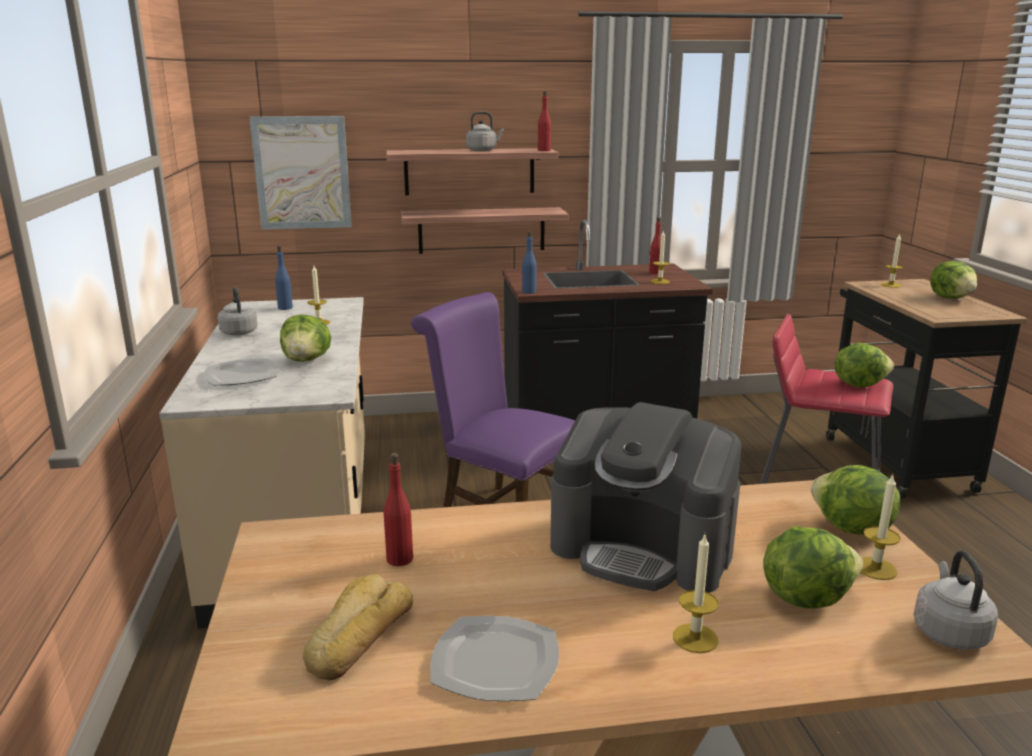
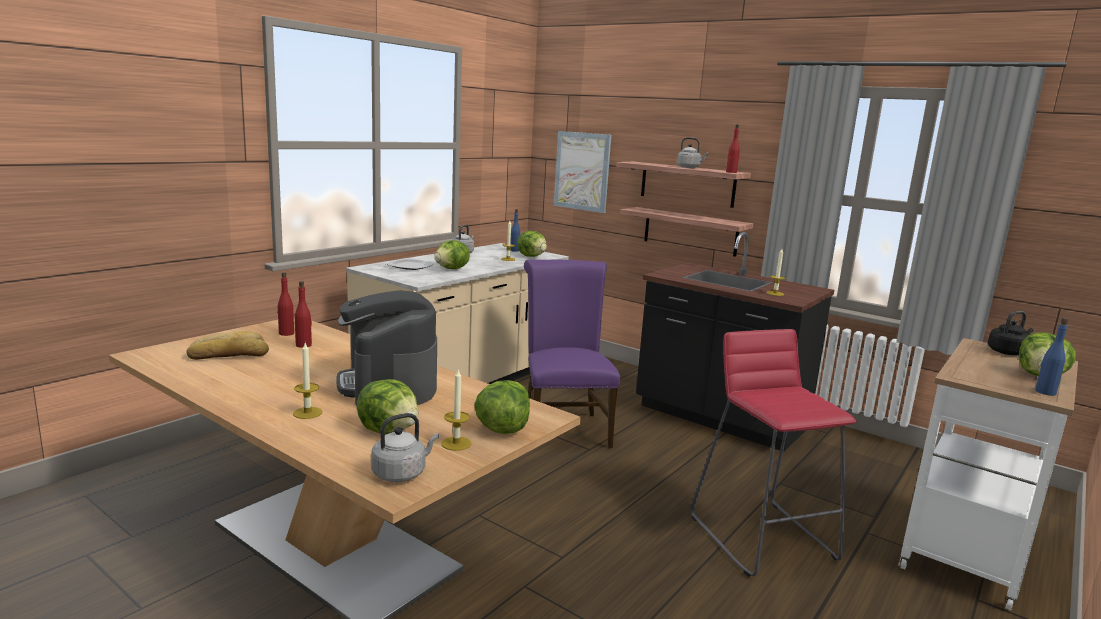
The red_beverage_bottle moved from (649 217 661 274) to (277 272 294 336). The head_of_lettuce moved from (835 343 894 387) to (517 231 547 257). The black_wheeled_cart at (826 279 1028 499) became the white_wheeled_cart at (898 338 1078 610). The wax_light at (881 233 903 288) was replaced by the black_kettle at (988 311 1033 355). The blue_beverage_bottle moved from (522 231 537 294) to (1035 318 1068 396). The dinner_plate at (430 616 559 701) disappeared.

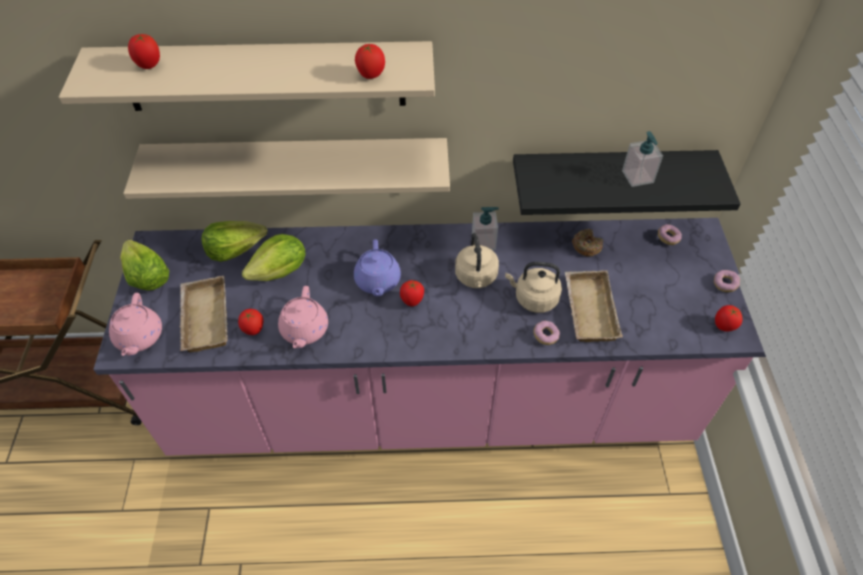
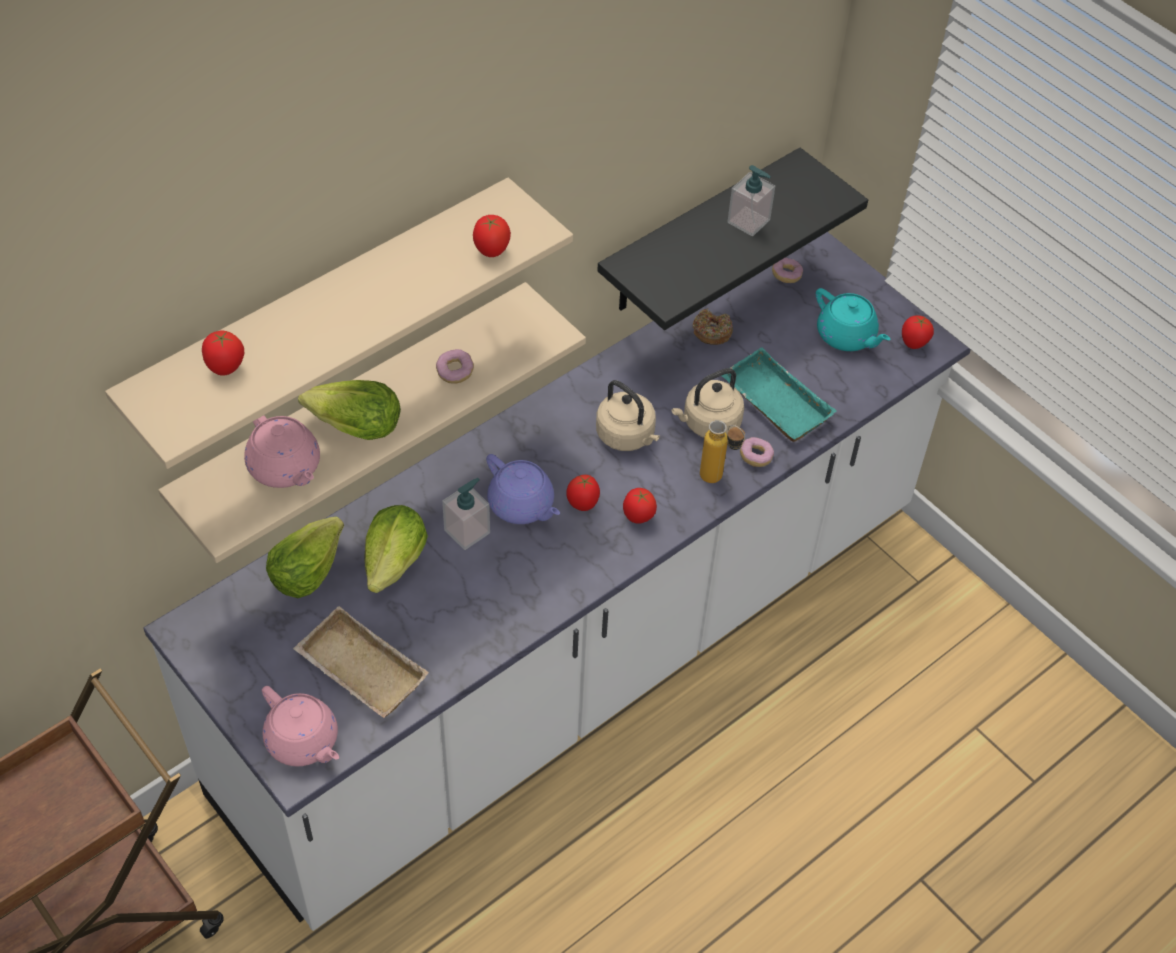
The pink_kitchen_base_unit at (93 218 766 456) became the white_kitchen_base_unit at (143 232 971 931). The pink_tea_pot moved from (278 286 328 348) to (244 415 320 488). The head_of_lettuce moved from (120 240 169 290) to (298 380 401 440). The donut moved from (714 270 740 292) to (436 349 474 384). The soap_bottle moved from (472 207 499 250) to (442 478 490 550). The fresh_tomato moved from (238 309 263 335) to (623 488 657 524). The beverage_bottle at (700 420 745 483) appeared. The beige-coloured_tray at (565 270 623 342) became the turquoise-coloured_tray at (722 347 836 442). The turquoise-coloured_tea_pot at (816 288 891 351) appeared.

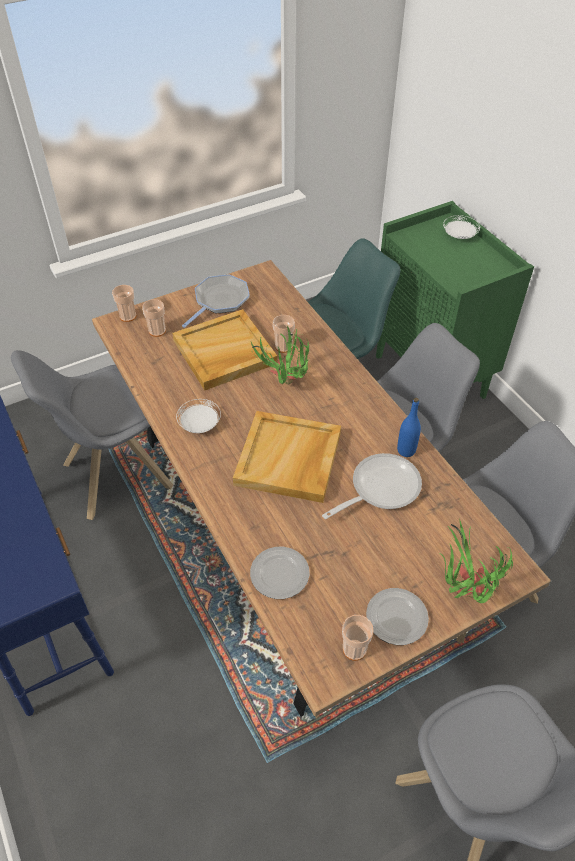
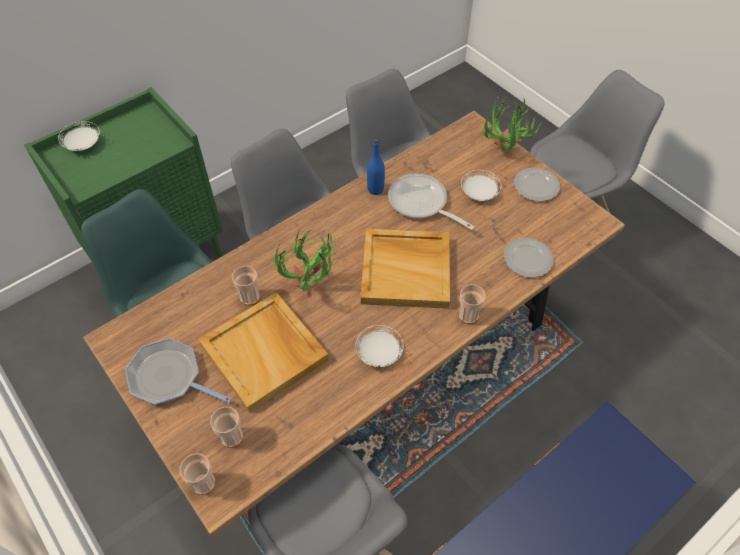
The small_cup moved from (342 615 374 661) to (458 284 486 324). The white_dinner_plate at (461 170 501 201) appeared.

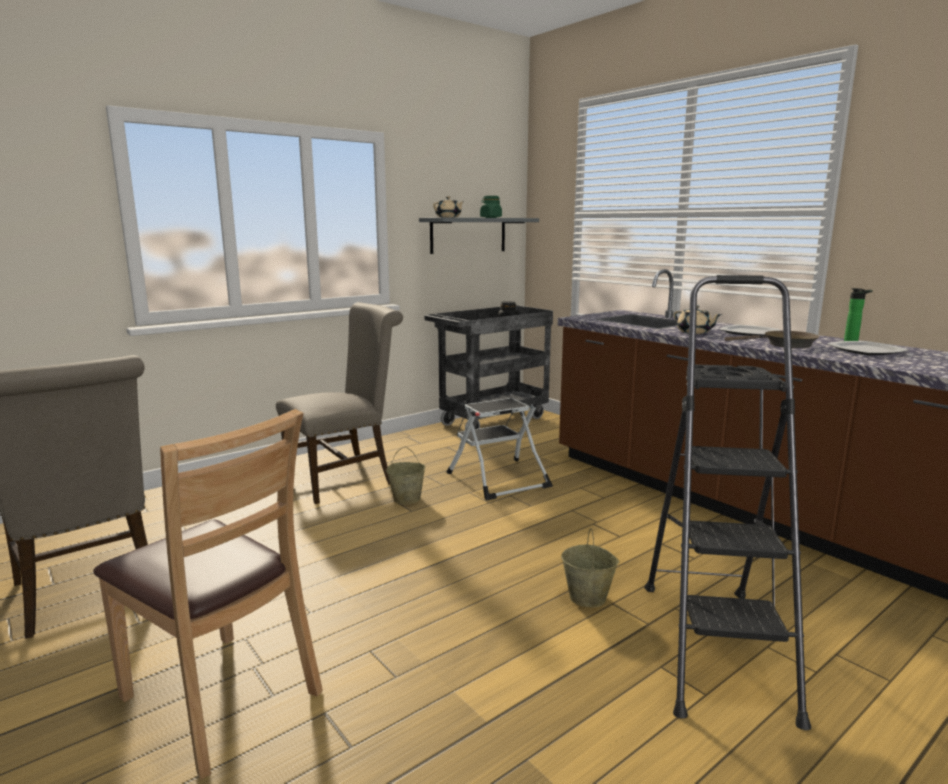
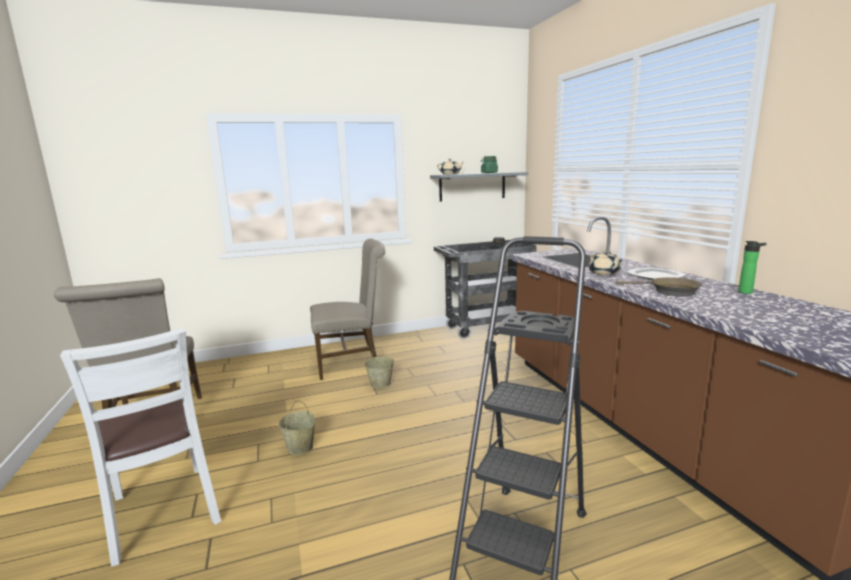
The brown-coloured_upright_chair at (93 409 323 780) became the white_upright_chair at (60 328 221 566). The beige-coloured_water_bucket moved from (561 528 619 607) to (279 401 316 455). The step_stool at (447 398 553 500) disappeared. The dinner_plate at (827 341 909 355) disappeared.

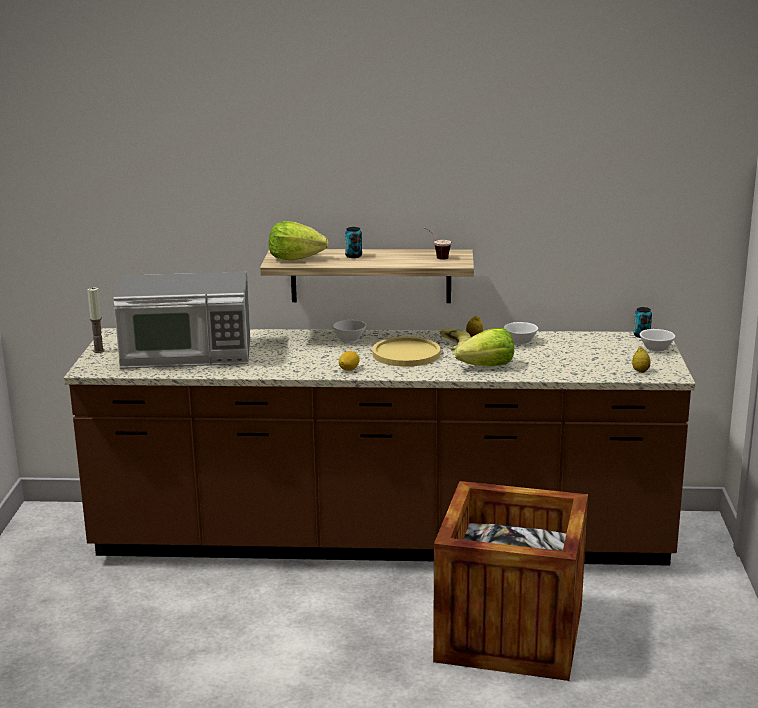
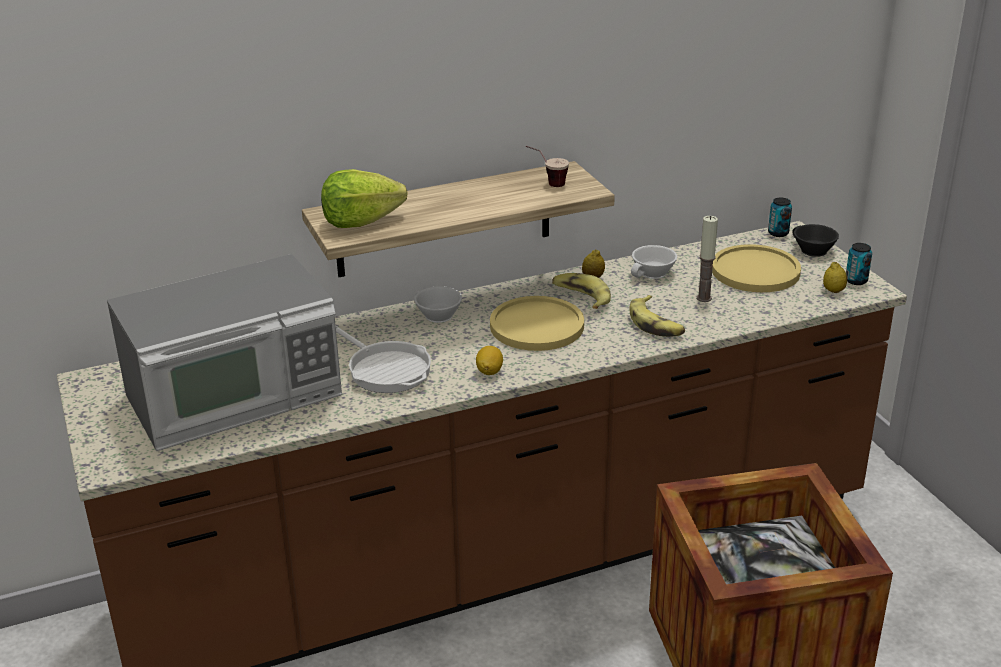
The frying_pan at (336 326 431 393) appeared. The head_of_lettuce at (455 328 514 367) was replaced by the banana_fruit at (629 295 685 337). The wax_light moved from (87 287 105 353) to (696 216 718 302). The yellow_dinner_plate at (712 244 801 292) appeared. The white_small_cup at (640 329 675 352) became the black_small_cup at (792 224 839 257). The sealed_can moved from (345 227 362 258) to (846 243 872 285).

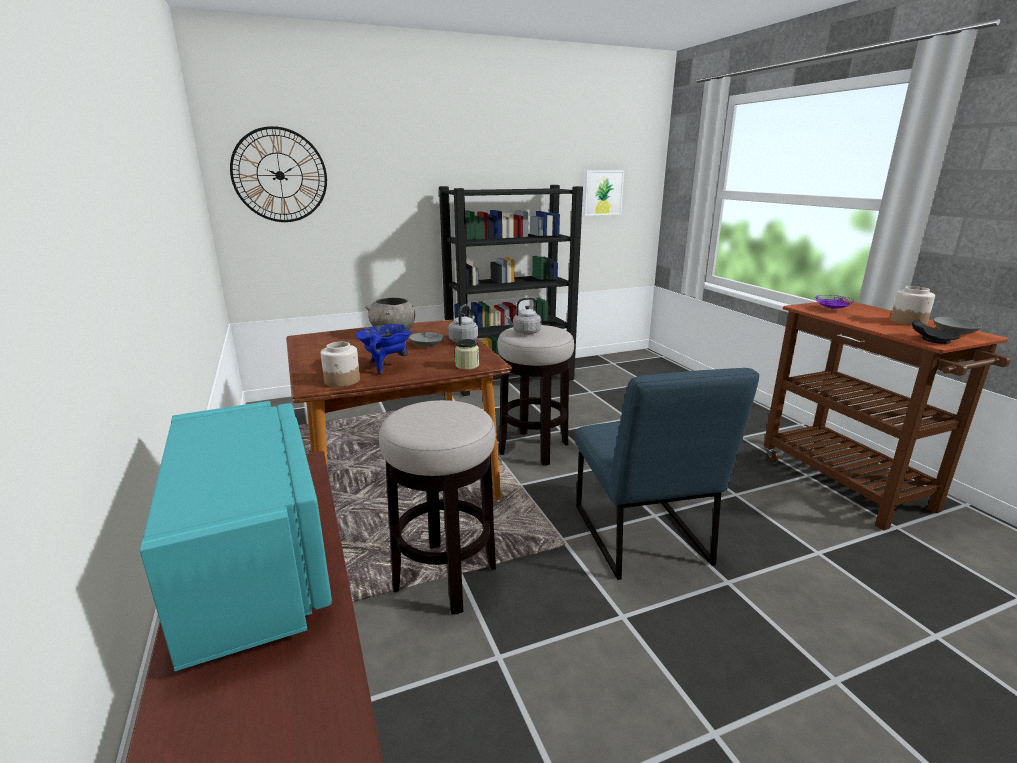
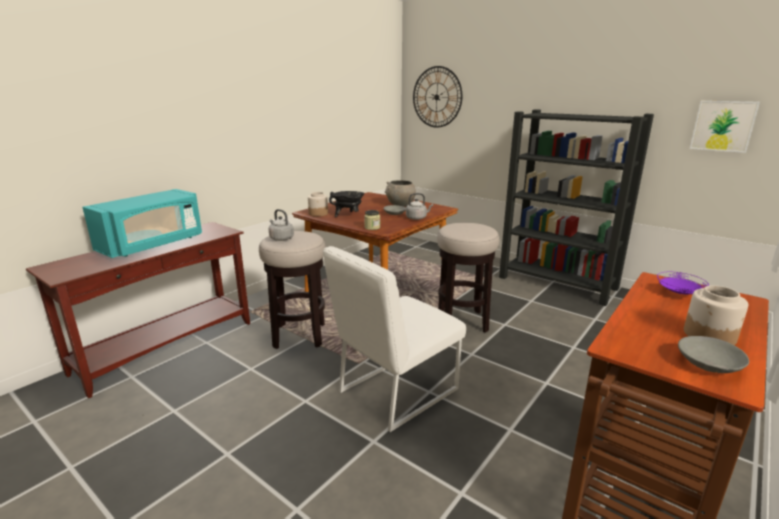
The gray_kettle moved from (505 297 542 334) to (269 209 294 241). The blue_upright_chair at (575 368 759 580) became the white_upright_chair at (323 246 466 432). The blue_saucepot at (356 324 412 375) became the black_saucepot at (329 191 364 217). The black_dinner_plate at (912 319 960 344) disappeared.

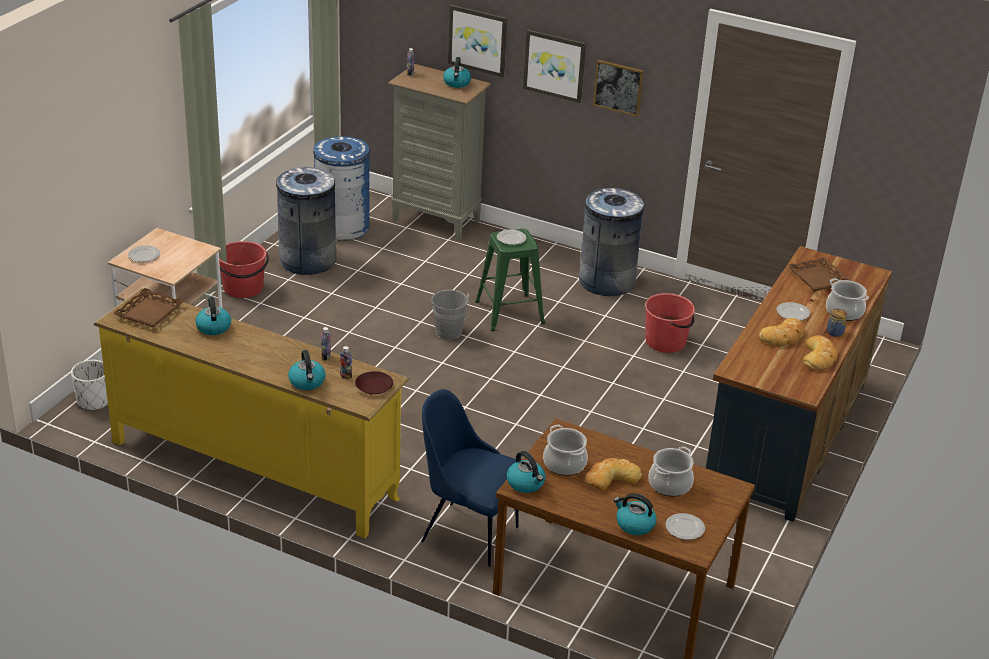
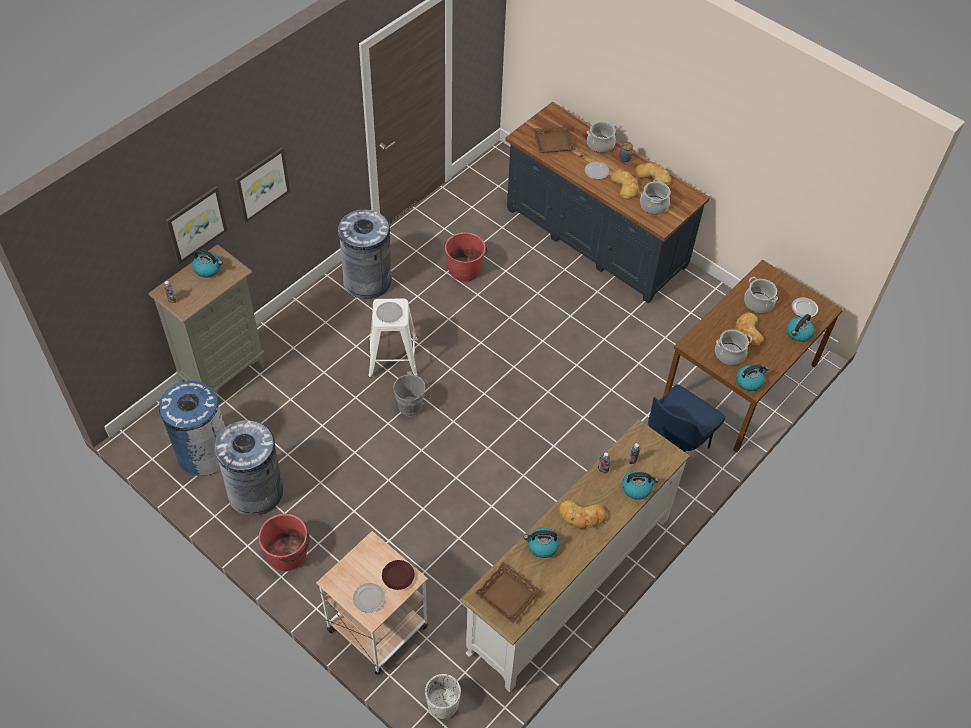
The greenish_sitting_stool at (475 229 545 331) became the white_sitting_stool at (368 299 418 378). The brown-coloured_dinner_plate moved from (355 371 393 395) to (382 560 415 590). The yellow_cupboard at (94 288 410 539) became the white_cupboard at (460 419 690 692). The bread at (559 500 607 529) appeared. The saucepot at (640 178 670 214) appeared. The wall_picture at (593 60 644 117) disappeared.

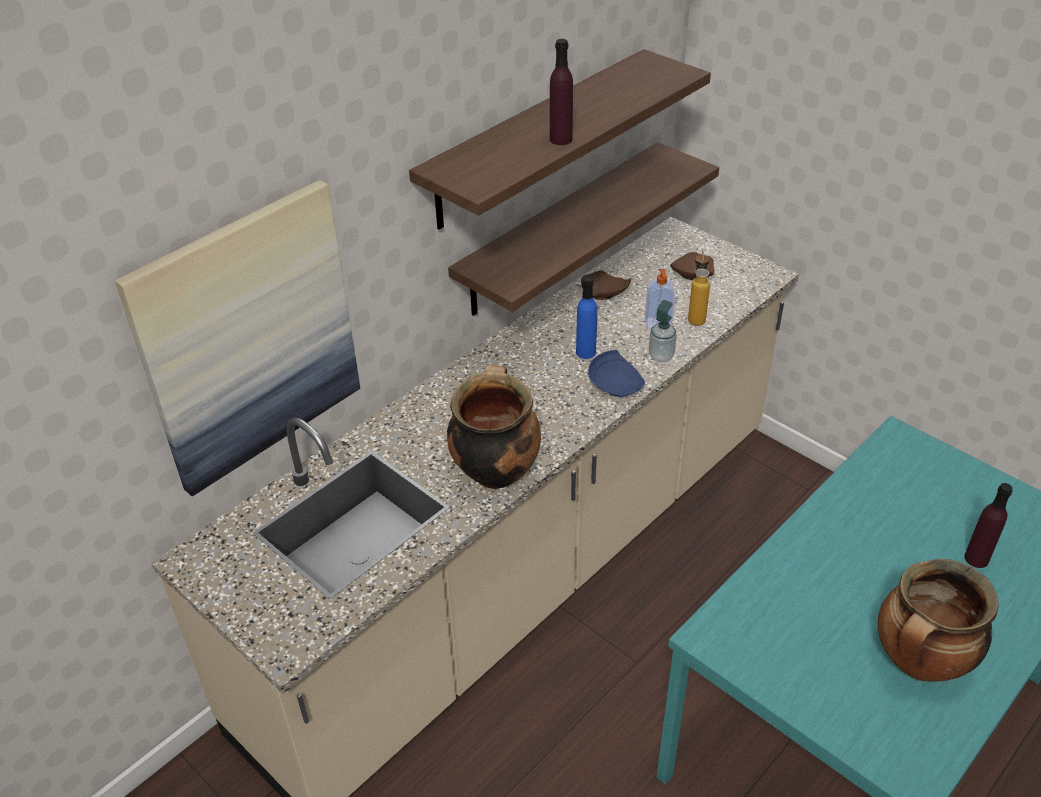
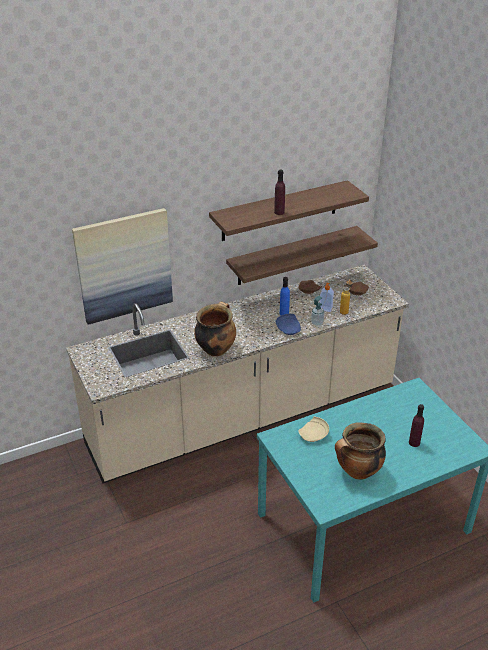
The beige-coloured_dinner_plate at (298 416 329 442) appeared.

